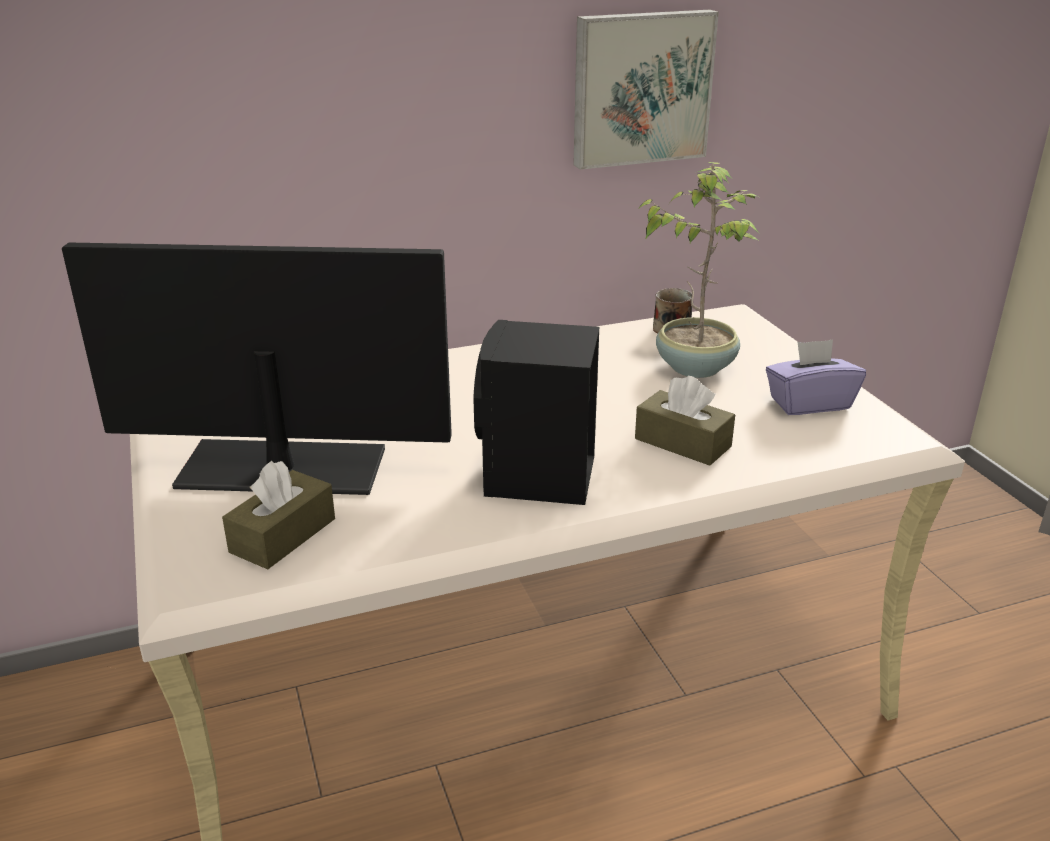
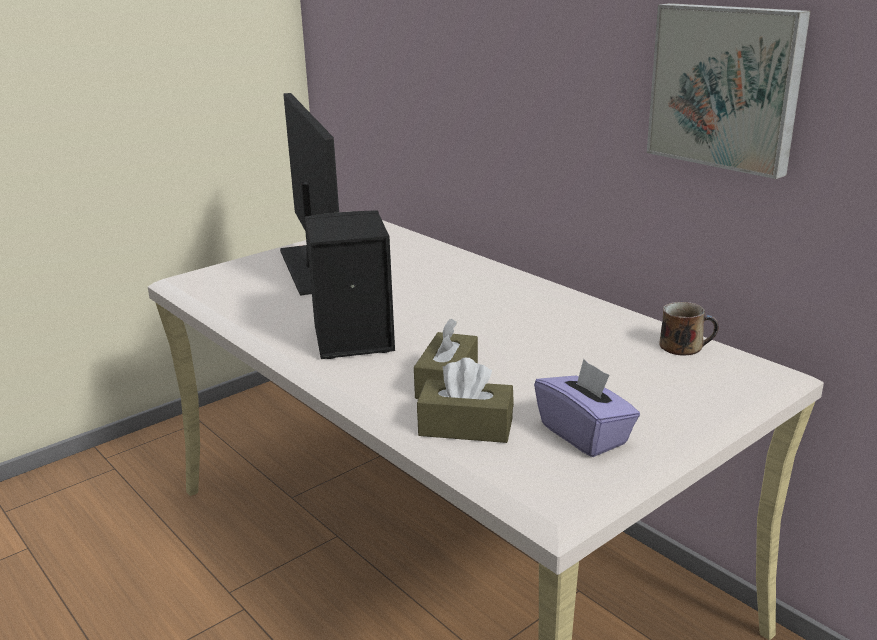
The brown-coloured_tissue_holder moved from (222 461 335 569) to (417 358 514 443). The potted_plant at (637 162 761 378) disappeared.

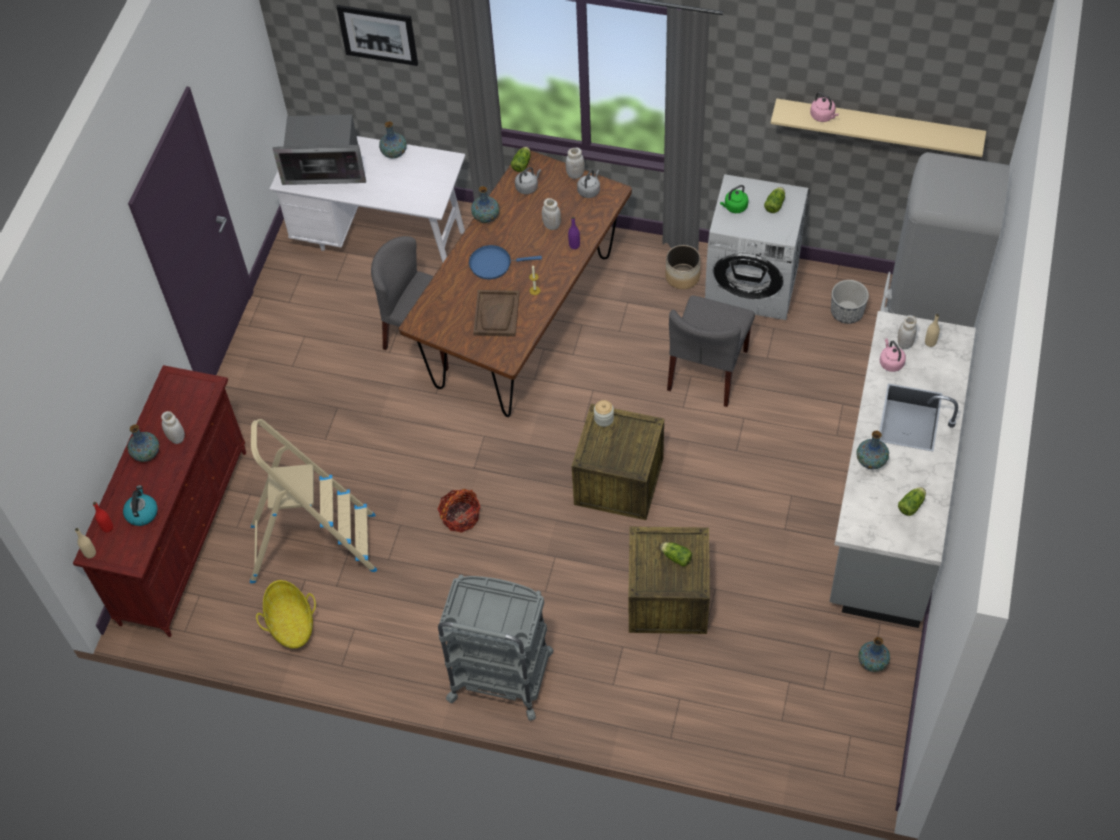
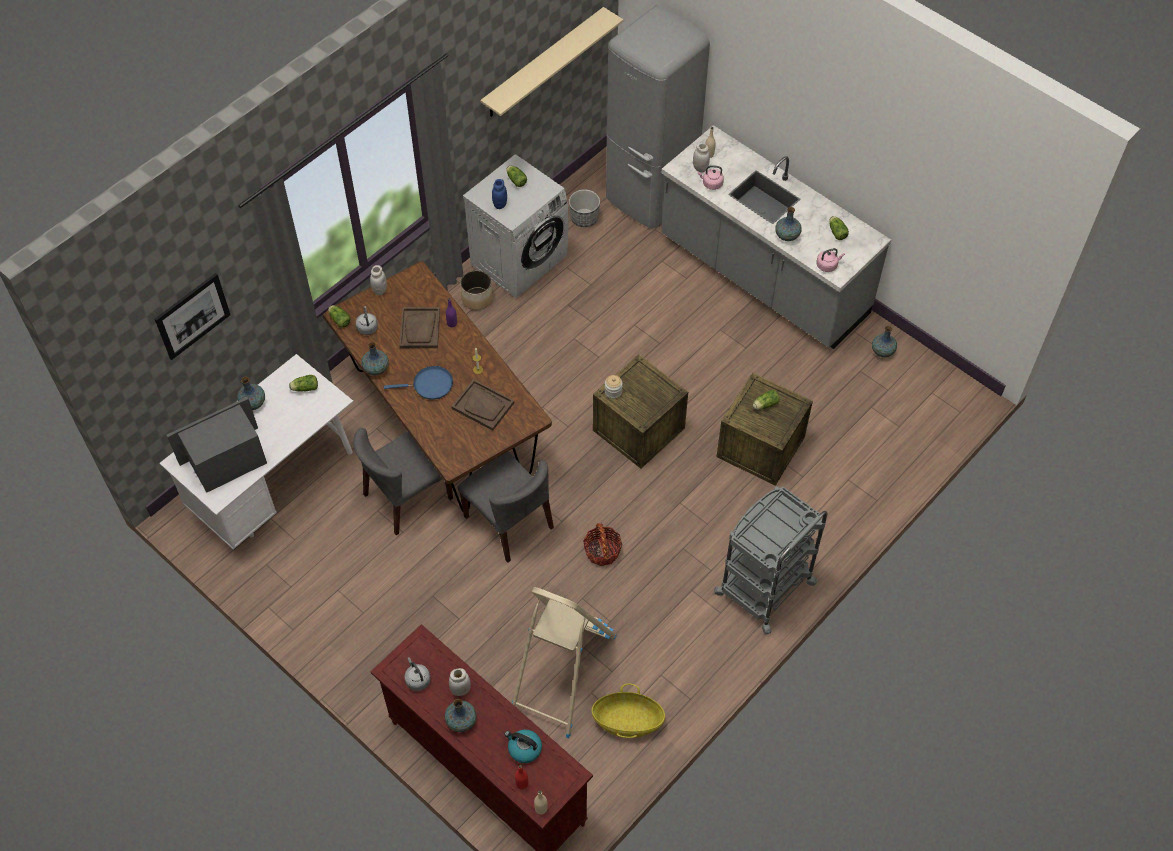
The microwave at (273 114 366 185) turned 150 degrees counterclockwise. The head_of_lettuce at (289 375 318 392) appeared. The blue_frying_pan at (469 245 542 279) turned 120 degrees counterclockwise. The white_storage_jar at (542 198 561 230) was replaced by the brown-coloured_tray at (399 307 440 348). The gray_kettle moved from (577 170 600 198) to (405 657 431 691). The gray_upright_chair moved from (667 295 755 407) to (458 451 554 563). The greenish_kettle at (720 185 748 213) was replaced by the blue_storage_jar at (492 179 507 209). The pink_kettle moved from (810 92 839 122) to (816 248 845 272).

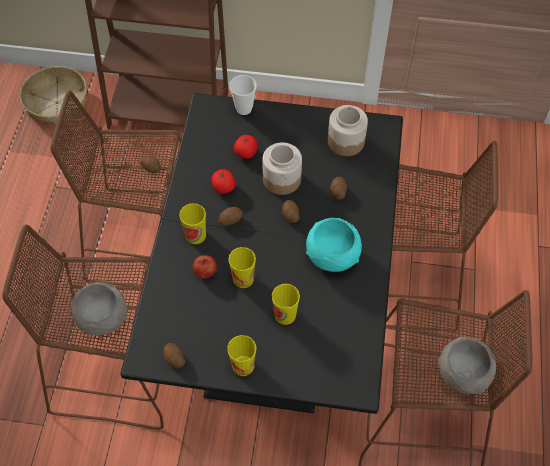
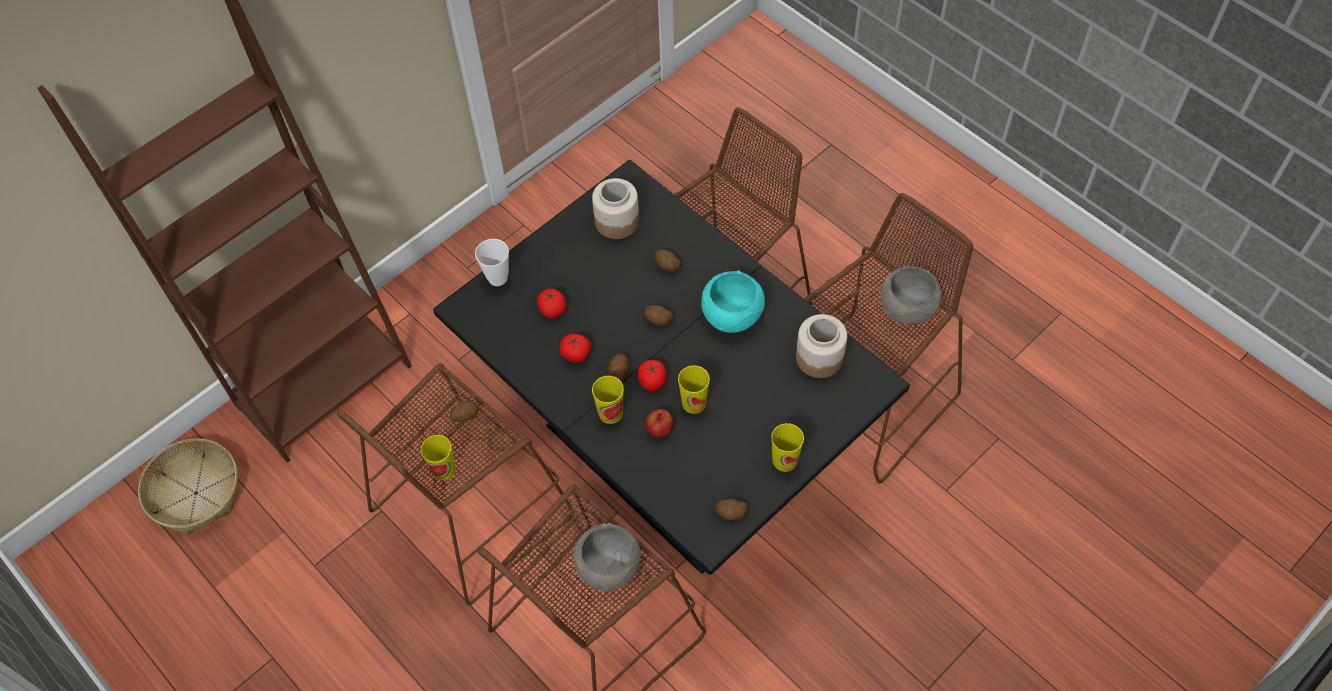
The small_cup moved from (272 284 300 325) to (421 435 456 481). The fresh_tomato at (638 360 667 391) appeared. The storage_jar moved from (262 143 302 195) to (796 314 847 378).

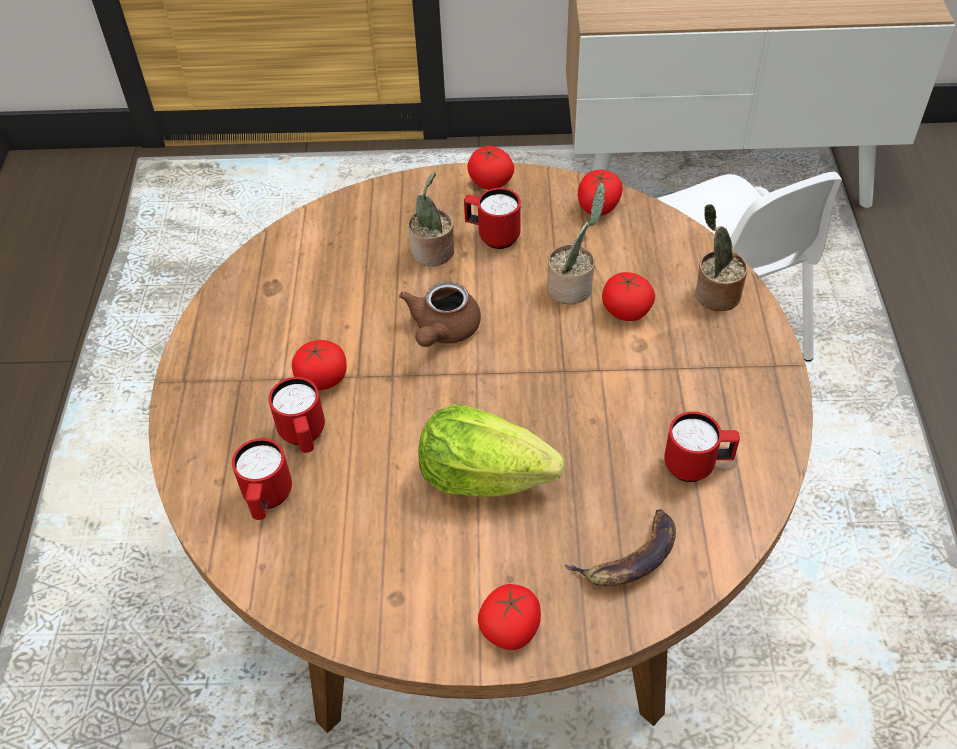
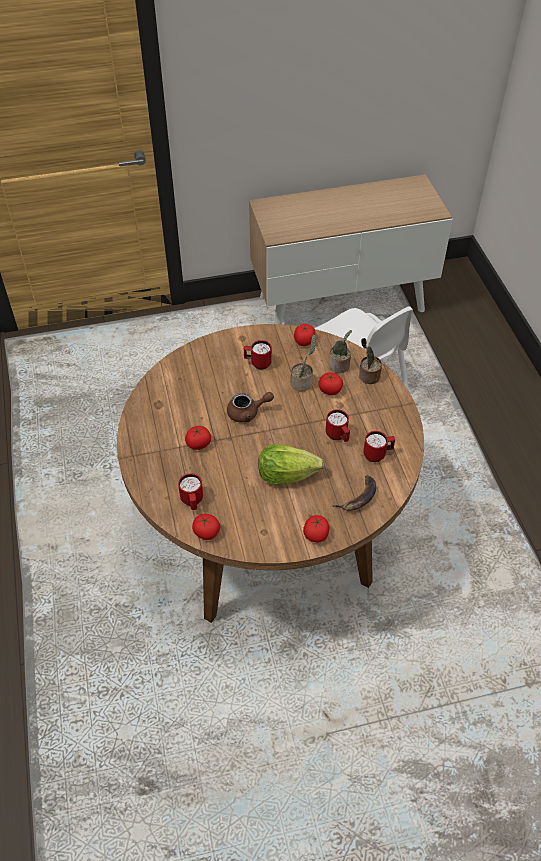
The fresh_tomato moved from (467 146 514 190) to (192 514 220 540). The brown-coloured_tea_pot at (399 281 481 347) turned 105 degrees counterclockwise. The red_mug moved from (269 377 325 453) to (326 409 350 442). The potted_plant moved from (408 172 454 266) to (329 330 352 373).

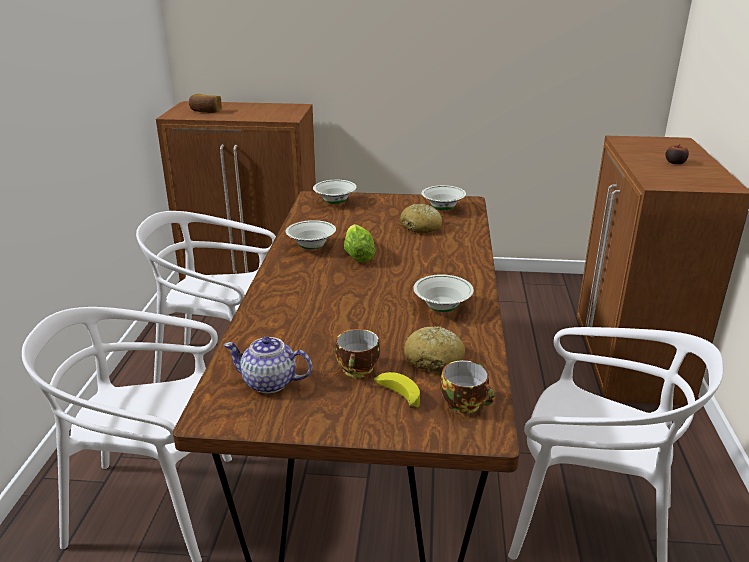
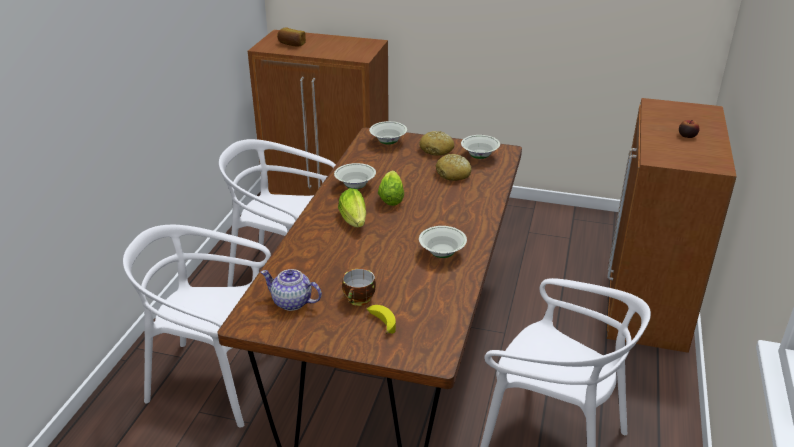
The head_of_lettuce at (338 188 366 227) appeared. The bread moved from (404 326 465 372) to (419 131 454 156). The small_cup at (441 360 495 414) disappeared.

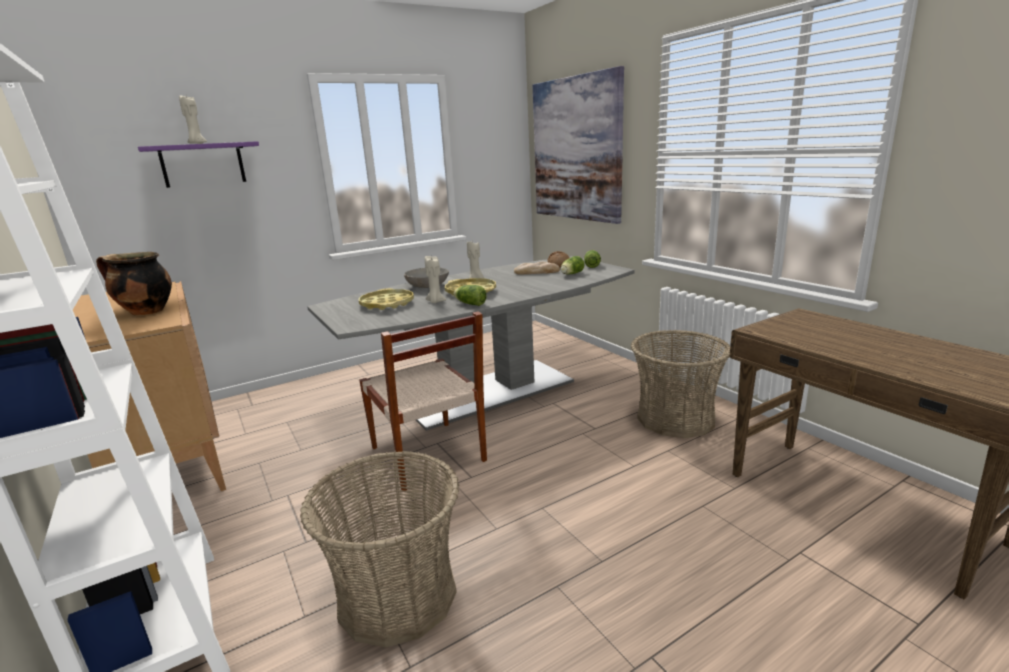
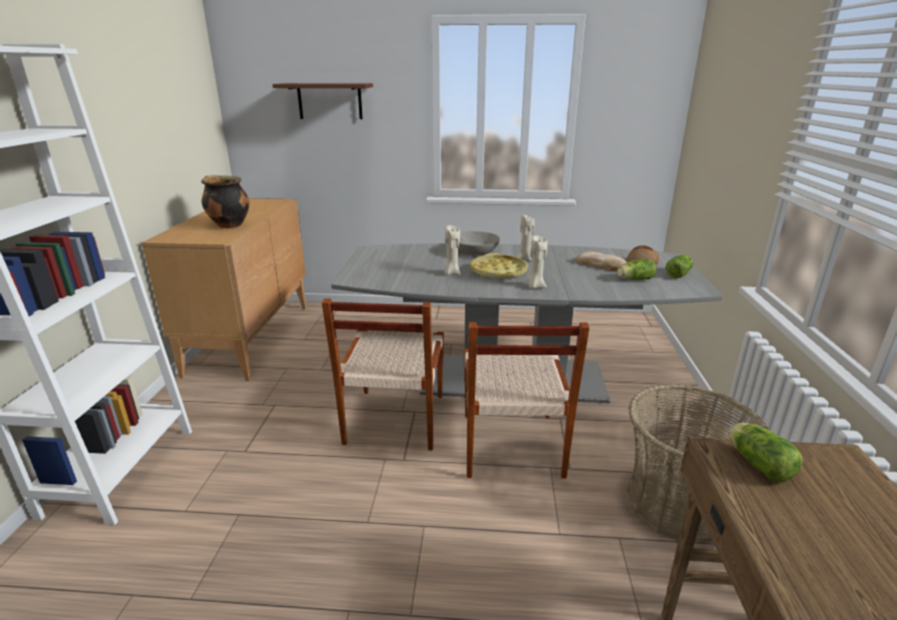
The purple_shelf at (138 141 259 188) became the brown-coloured_shelf at (272 83 373 119). The upright_chair at (464 322 589 479) appeared. The beige-coloured_wax_light moved from (179 95 207 144) to (527 236 547 289). The head_of_lettuce moved from (454 285 487 306) to (730 423 803 482). The basket at (300 451 460 647) disappeared. The yellow_tray at (359 288 414 310) disappeared. The wall_picture at (533 66 624 224) disappeared.

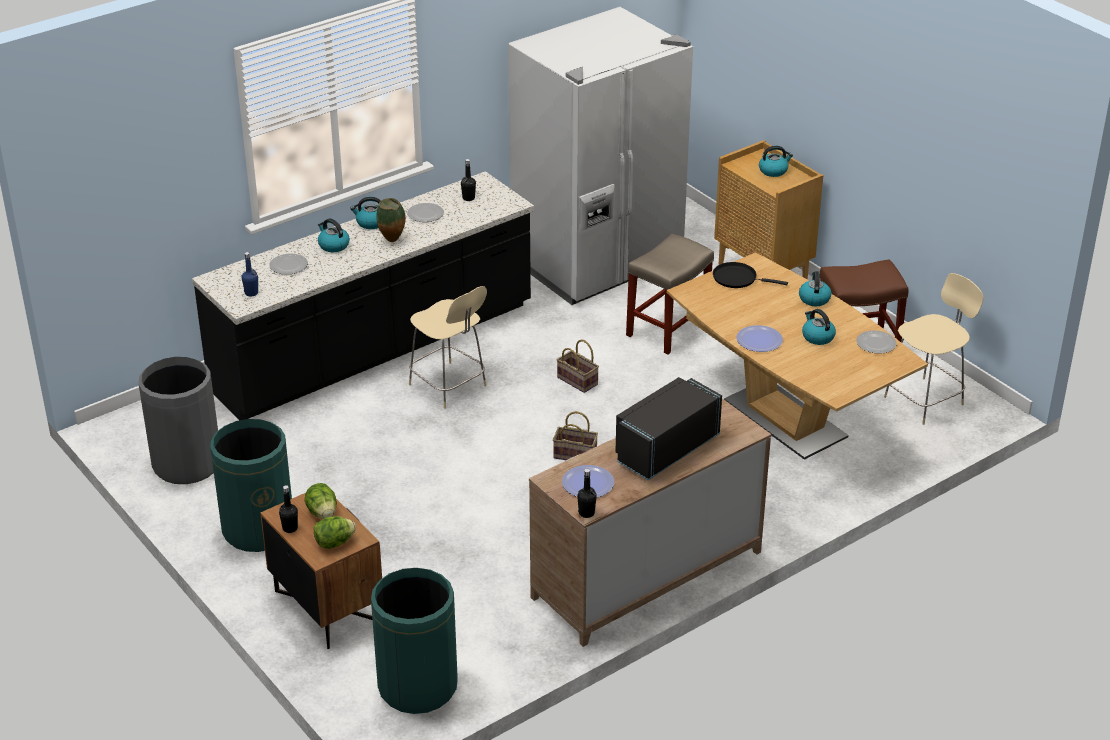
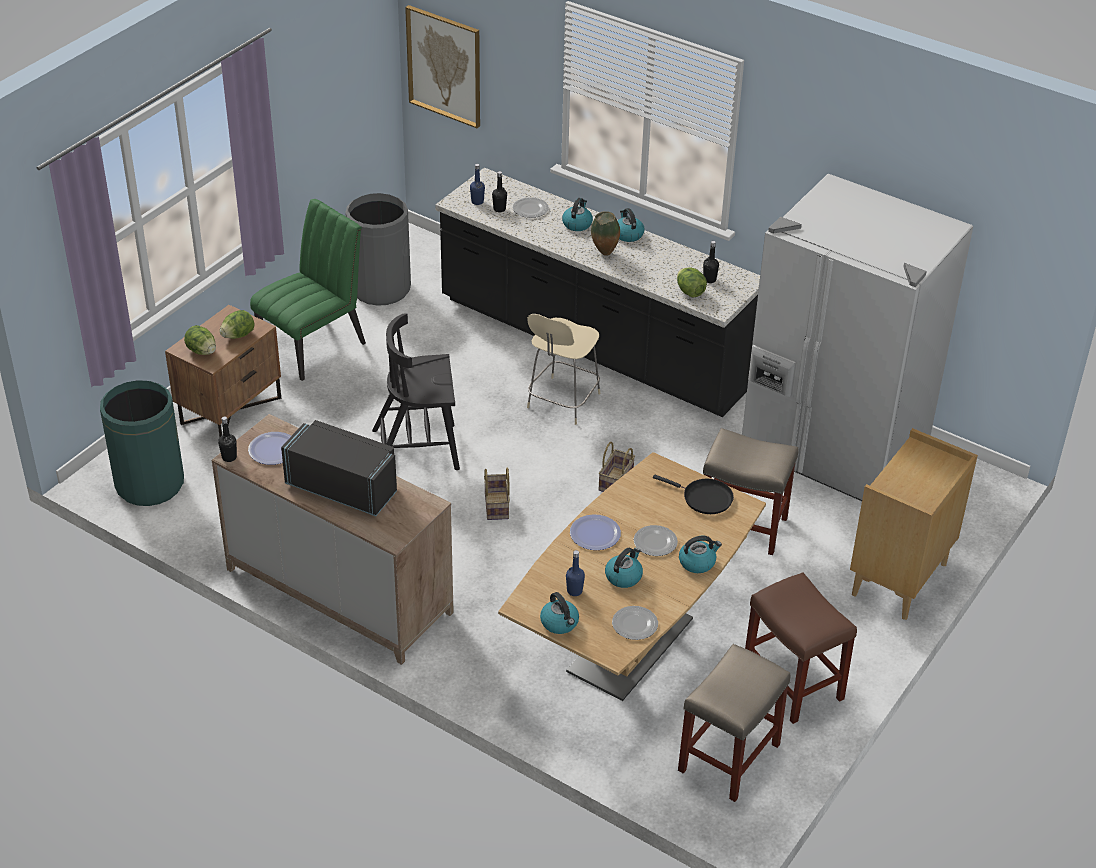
The greenish_rubbish_bin at (210 419 292 552) was replaced by the greenish_upright_chair at (250 199 366 381). The black_upright_chair at (372 314 460 470) appeared. The wall_picture at (405 5 480 128) appeared. The black_beverage_bottle moved from (279 485 298 533) to (492 171 507 212). The kettle moved from (759 146 793 177) to (540 592 579 634). The blue_beverage_bottle at (566 550 585 596) appeared. The dinner_plate moved from (407 203 444 222) to (634 525 678 556). The black_frying_pan at (713 262 788 288) turned 120 degrees clockwise. The head_of_lettuce at (677 267 707 297) appeared. The beige-coloured_upright_chair at (884 273 983 425) was replaced by the beige-coloured_sitting_stool at (678 644 791 802).

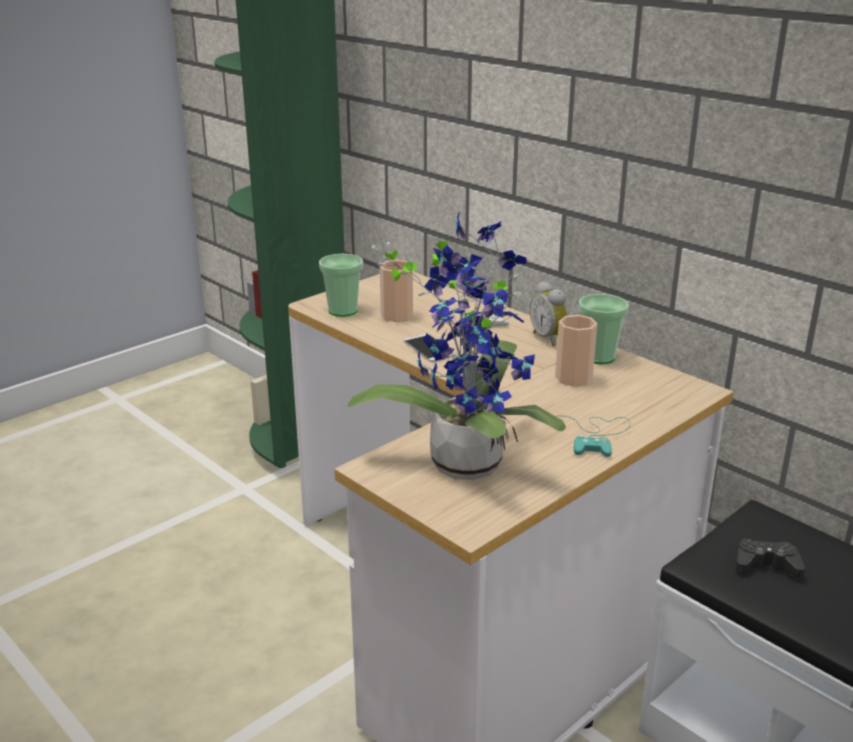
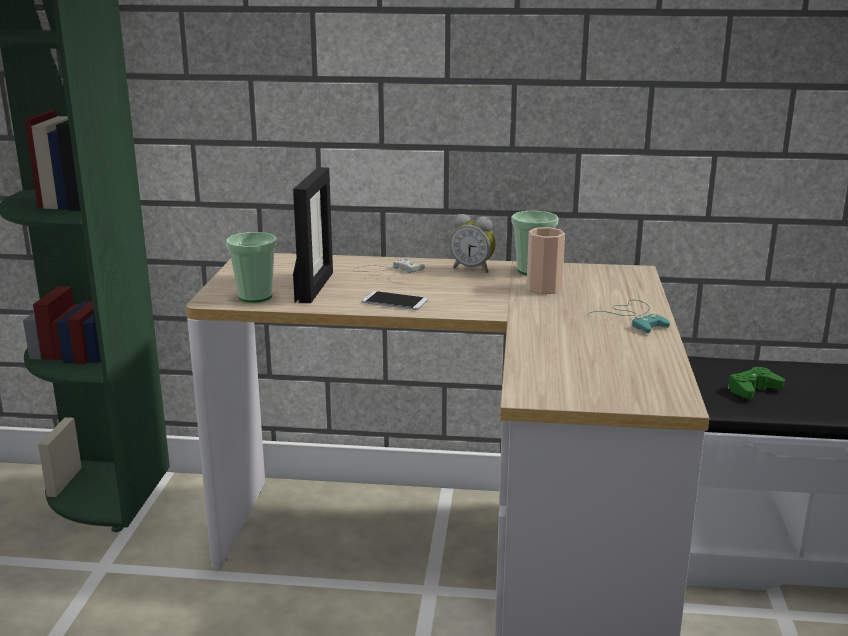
The small_cup at (380 260 413 322) was replaced by the picture_frame at (293 167 333 303). The black_game_controller at (736 538 805 578) became the greenish_game_controller at (728 367 785 399). The potted_plant at (348 212 566 480) disappeared.

